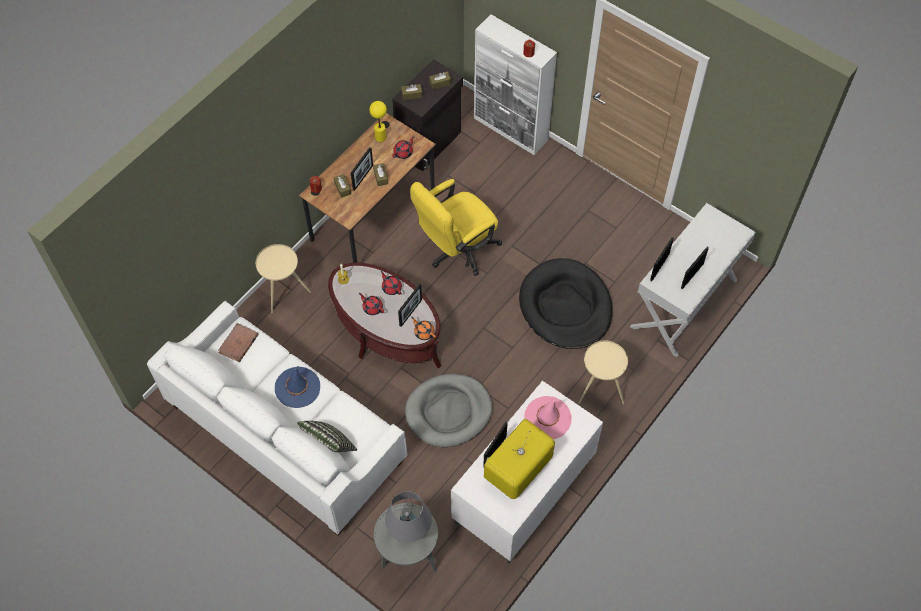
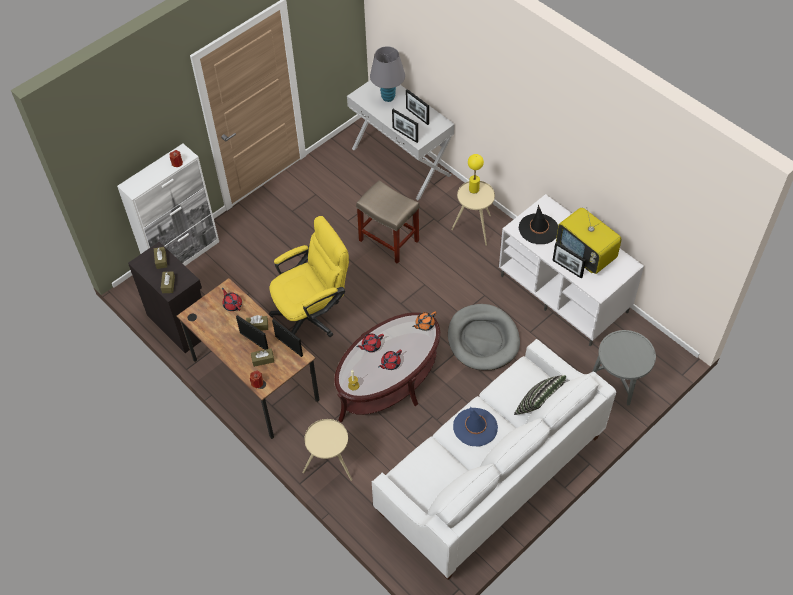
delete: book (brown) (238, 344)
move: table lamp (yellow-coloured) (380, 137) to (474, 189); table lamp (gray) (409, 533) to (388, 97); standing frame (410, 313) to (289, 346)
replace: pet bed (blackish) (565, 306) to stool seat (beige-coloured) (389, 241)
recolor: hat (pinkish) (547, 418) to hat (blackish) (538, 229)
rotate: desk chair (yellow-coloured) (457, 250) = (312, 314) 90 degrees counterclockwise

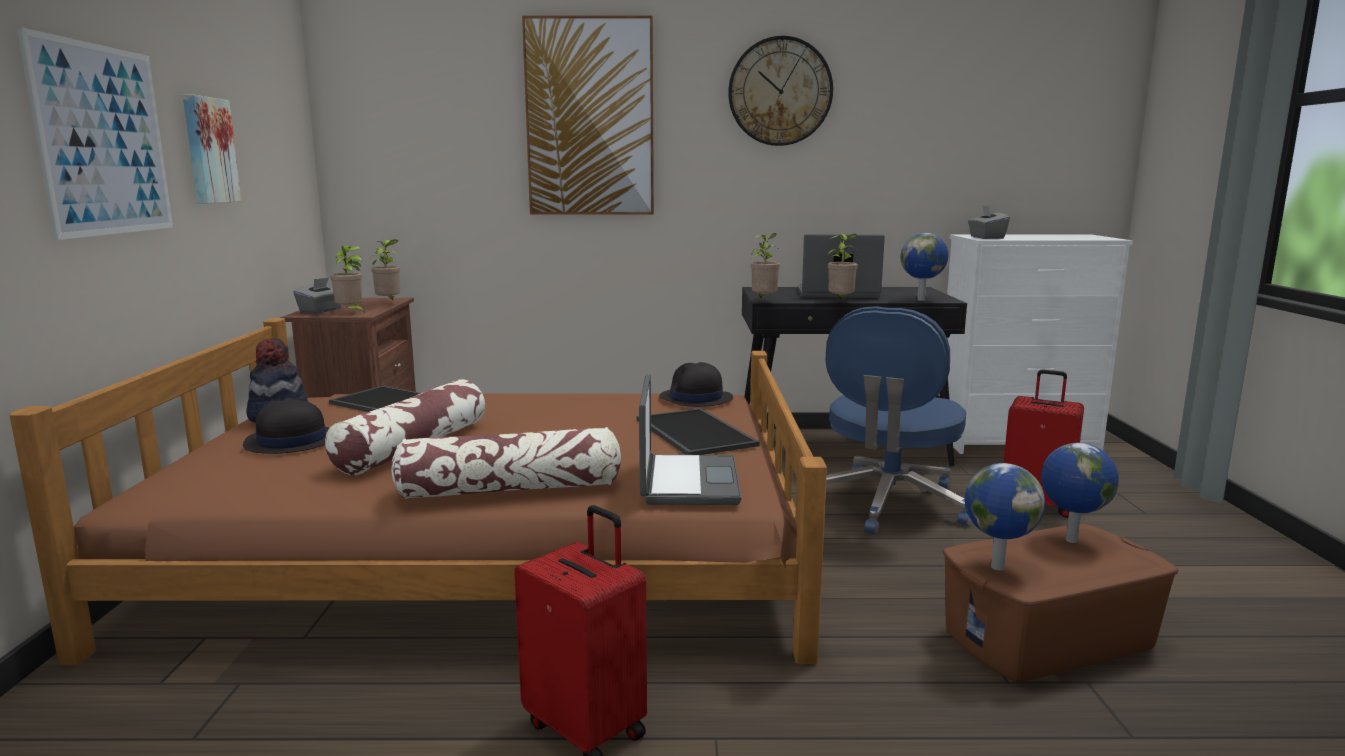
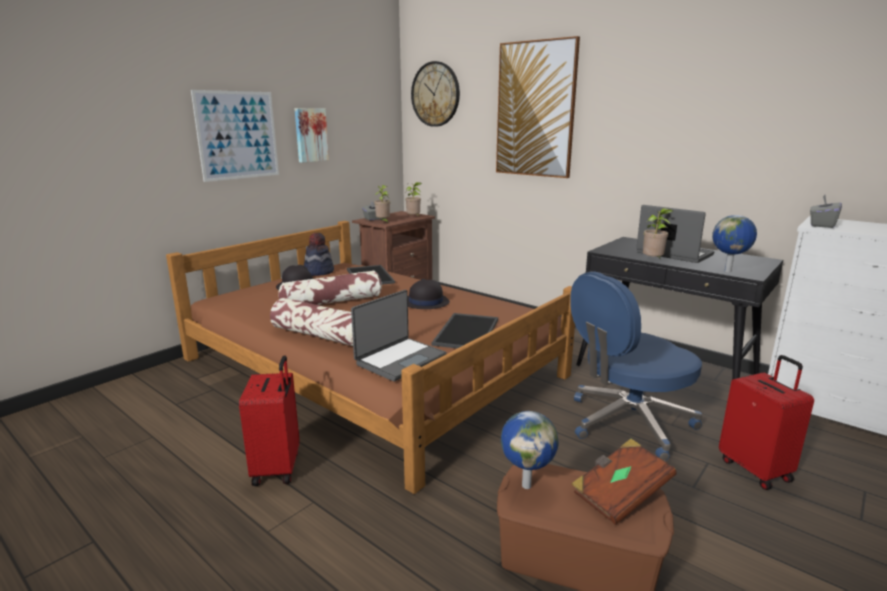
delete: plant in a pot (764, 301)
move: hat (blackish) (695, 399) to (425, 302); clock on the wall (780, 92) to (435, 94)
replace: desk globe (1070, 540) to book (brown) (619, 494)

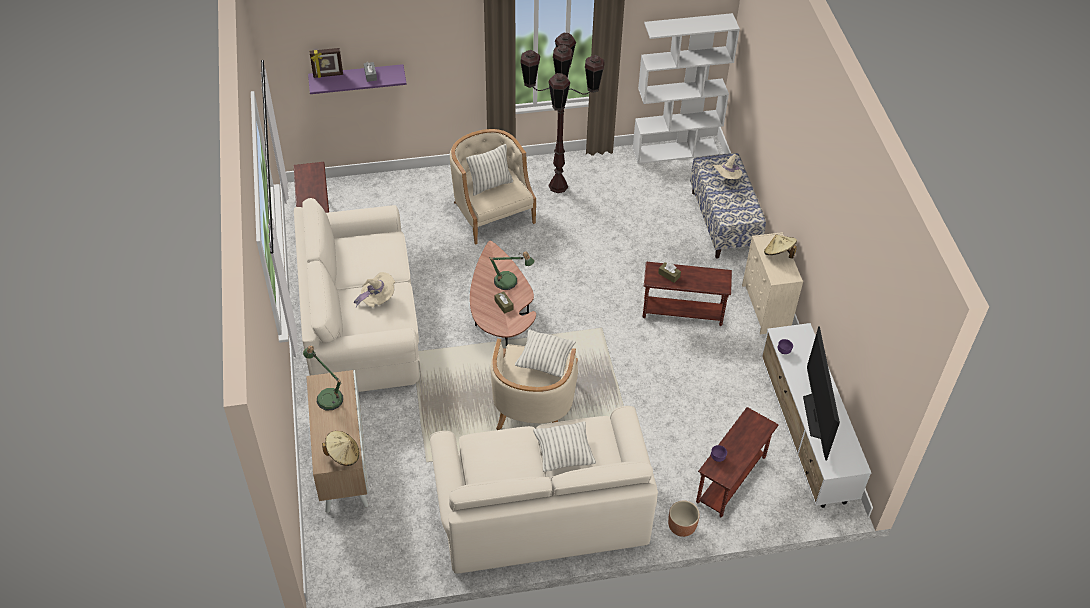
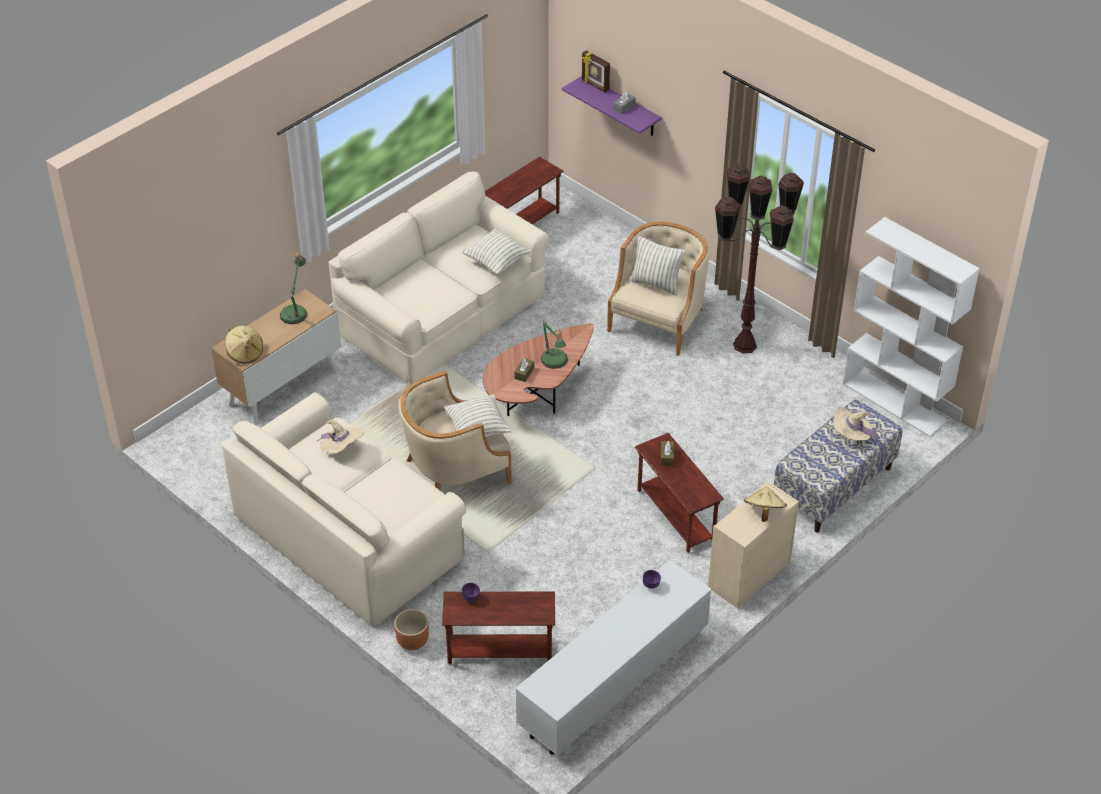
delete: television (817, 416)
move: hat (beige-coloured) (377, 298) to (341, 449); cushion (563, 454) to (496, 262)

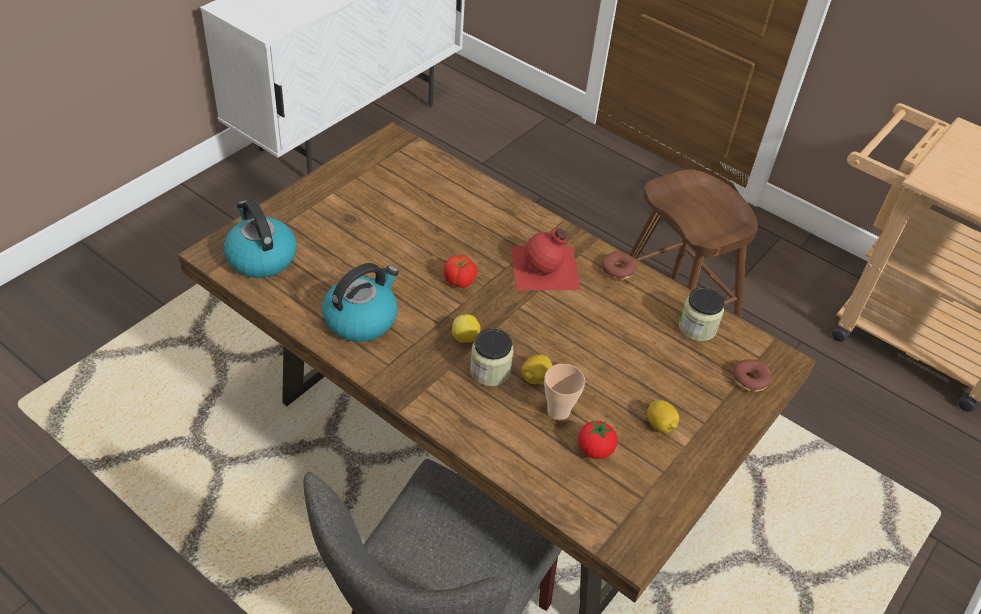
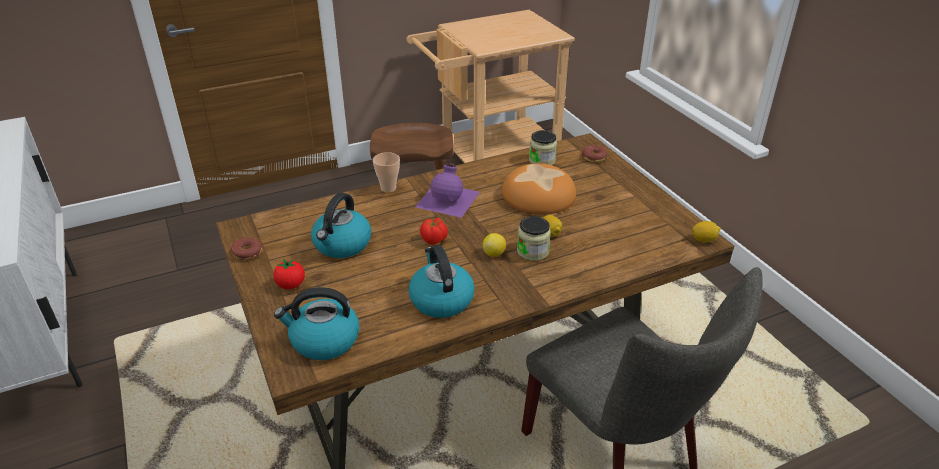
insert: tea kettle (342, 245); bread (539, 196)
move: drinking cup (558, 411) to (388, 188); tomato (595, 450) to (291, 285); doughnut (618, 270) to (247, 252); lemon (660, 425) to (703, 240)
recolor: beverage bottle (reddish) (546, 268) to beverage bottle (purple-coloured) (449, 199)

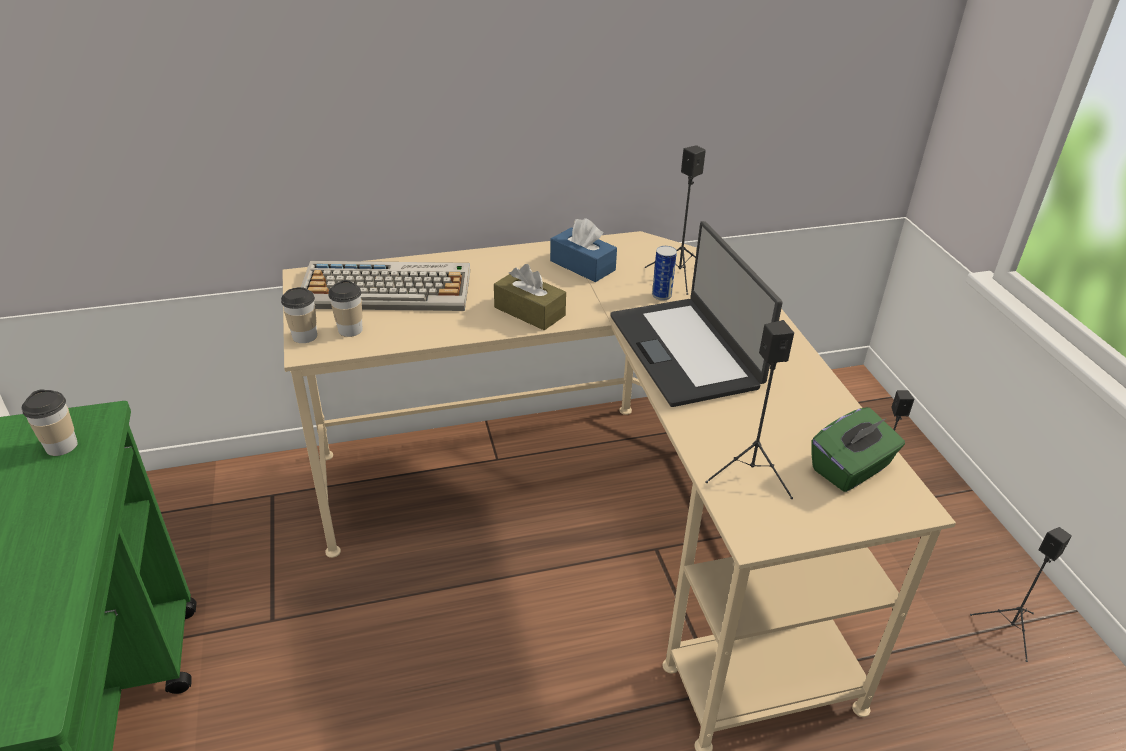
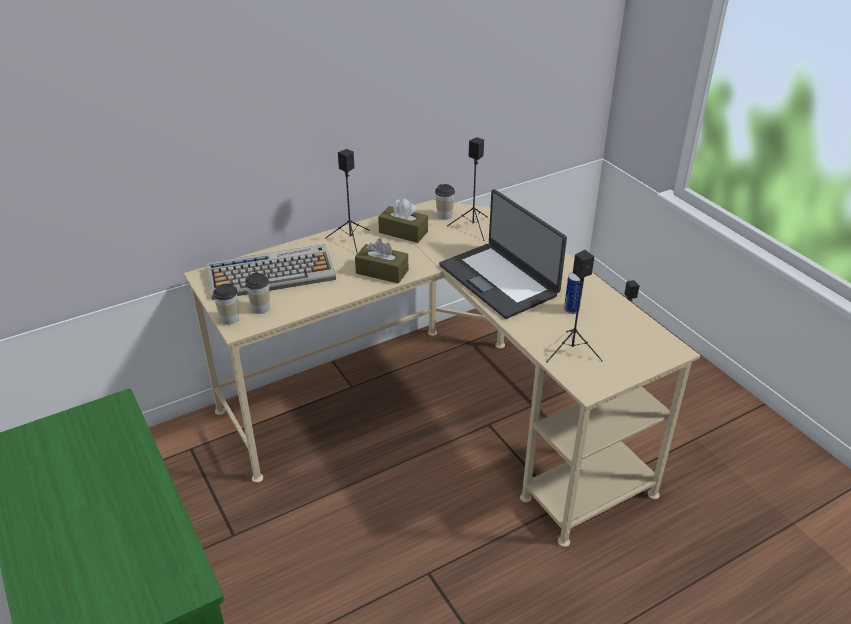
delete: box of tissues (green) (851, 469)
move: drinking cup (61, 446) to (444, 215); sealed can (661, 295) to (571, 309); audio speaker (blackish) (1010, 630) to (351, 241)
recolor: box of tissues (bluish) (582, 265) to box of tissues (brown) (403, 232)

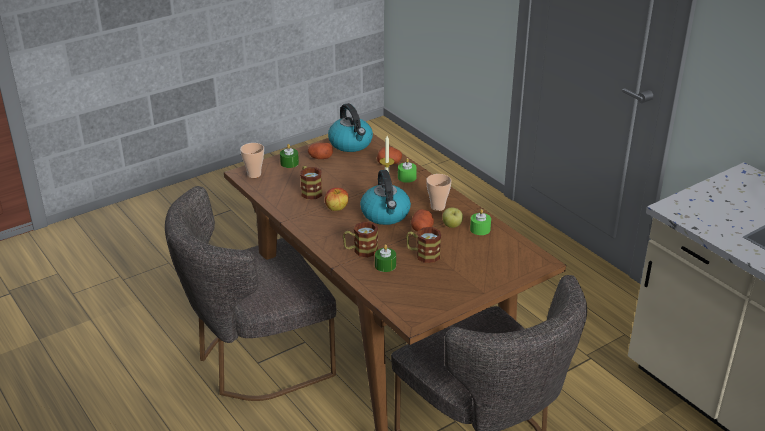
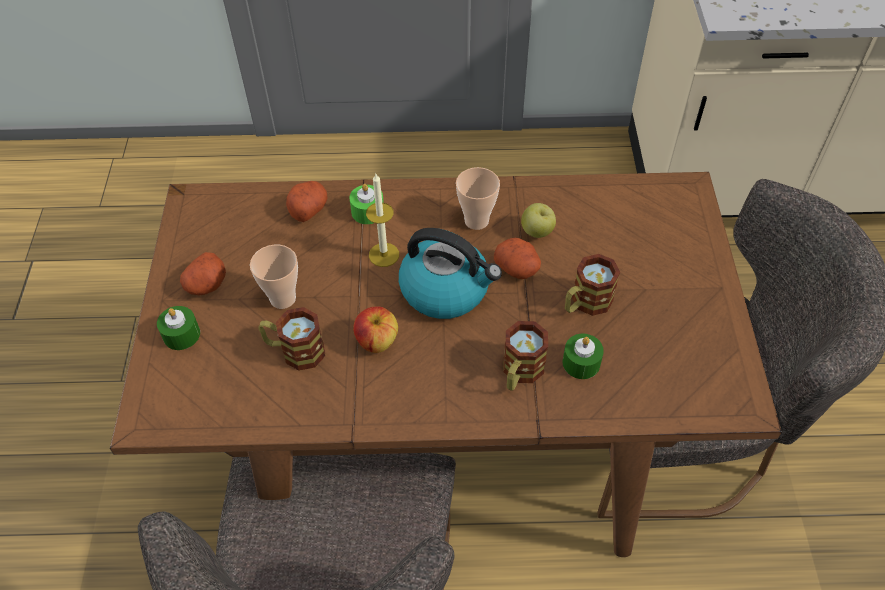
delete: tea kettle (351, 144); candle (green) (480, 229)
move: drinking cup (254, 174) to (283, 298)

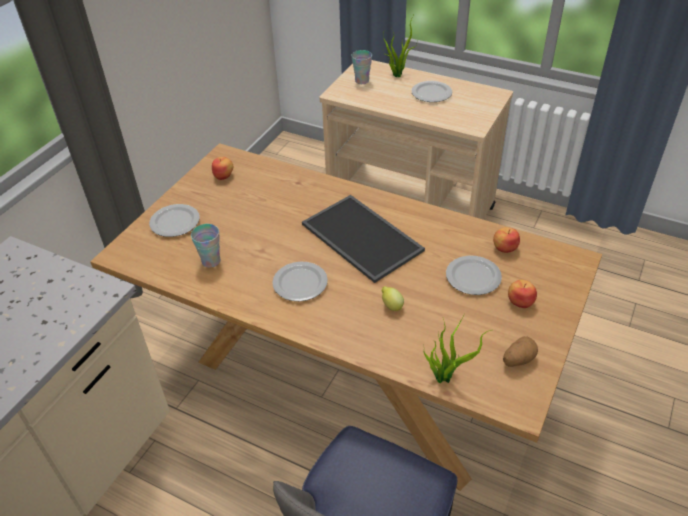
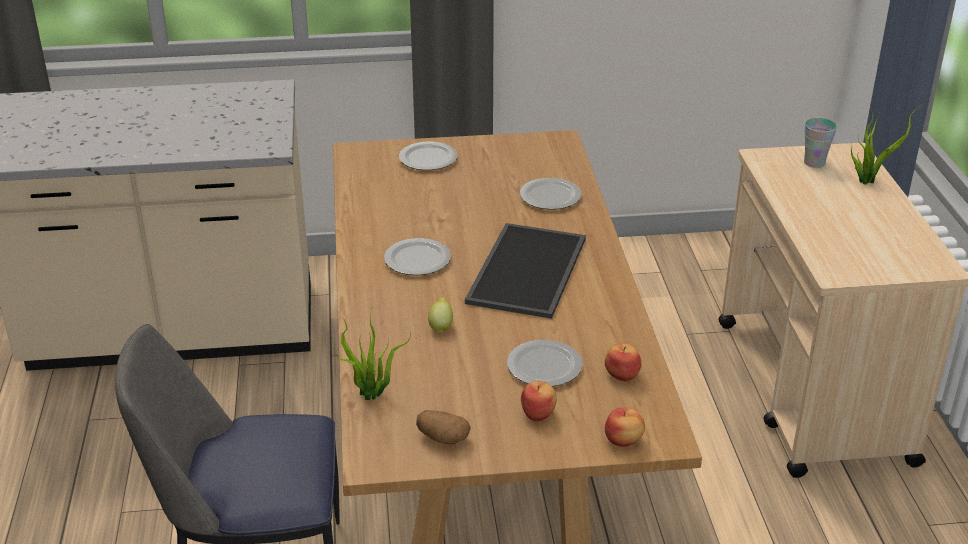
delete: drinking cup (211, 261)
move: whole apple (224, 176) to (623, 440); dinner plate (432, 93) to (550, 197)

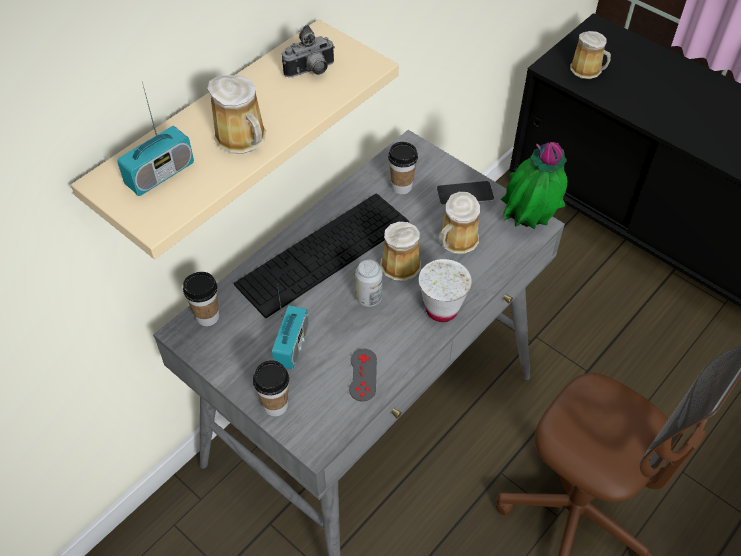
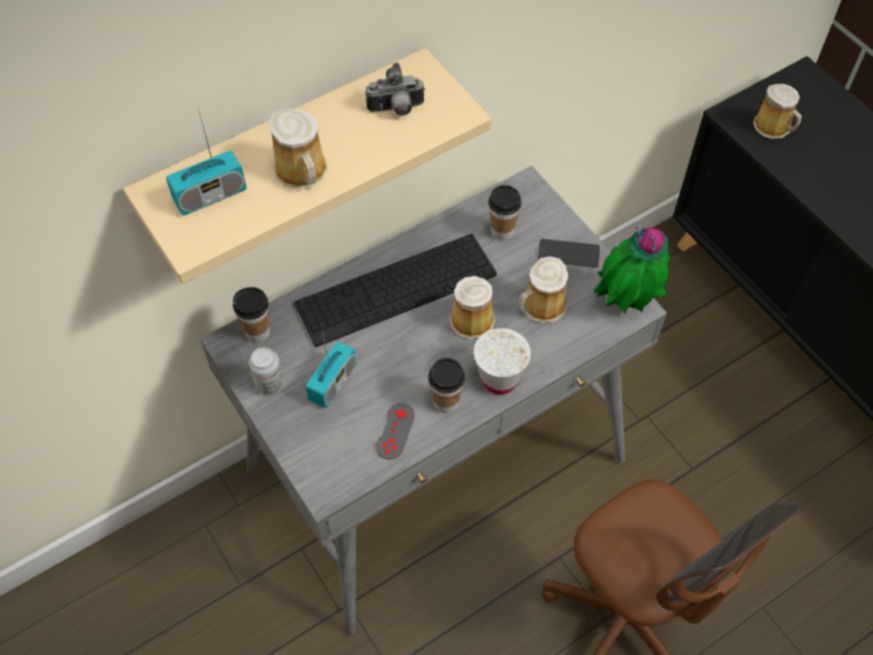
move: drinking cup (275, 405) to (446, 402); sealed can (369, 298) to (270, 384)

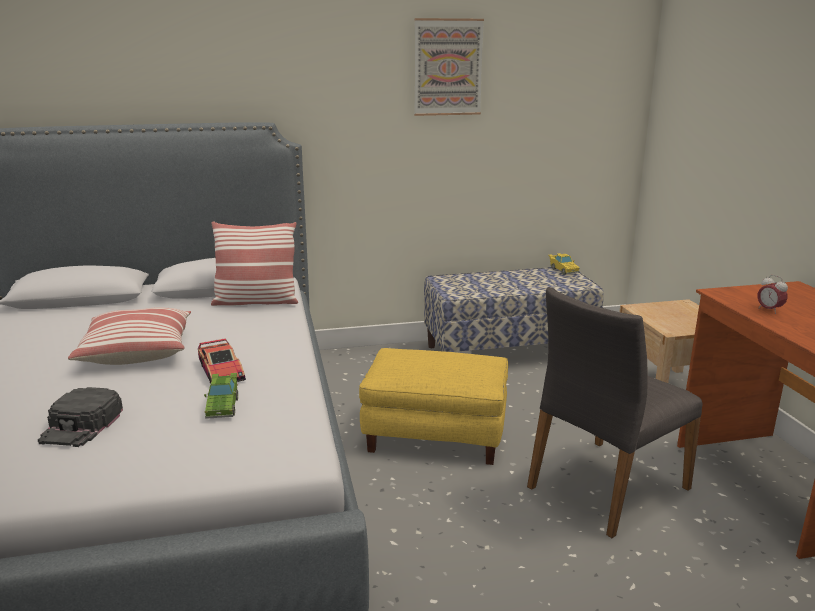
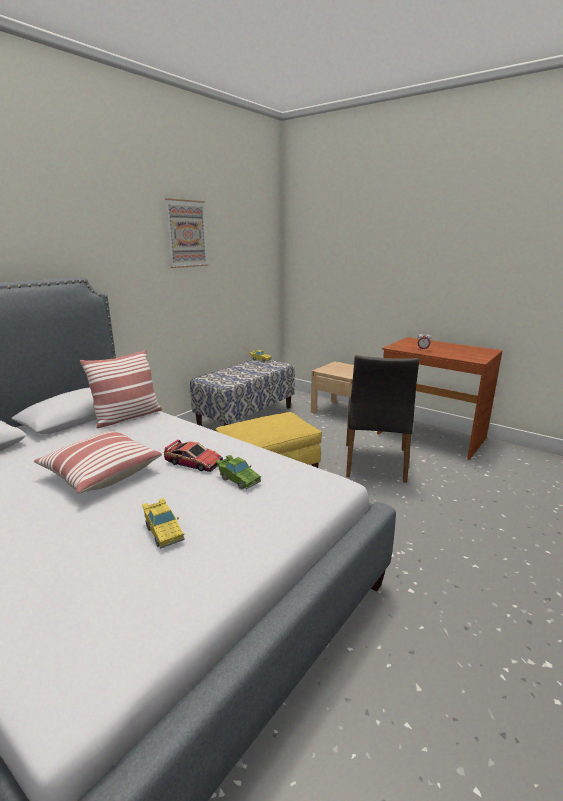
replace: peaked cap (blackish) (82, 425) to model car (yellow-coloured) (163, 531)

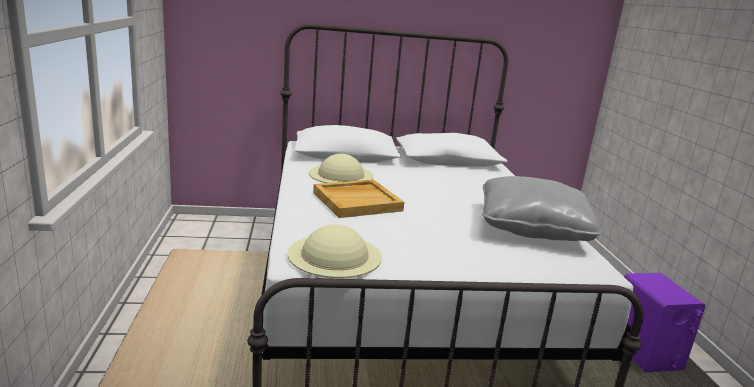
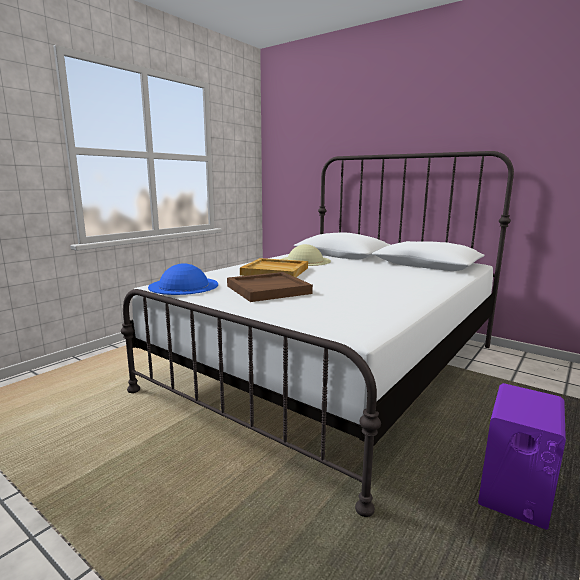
delete: cushion (gray) (532, 228)
insert: carrying tray (brown) (268, 289)
recolor: hat (beige-coloured) (335, 255) to hat (bluish) (184, 285)

